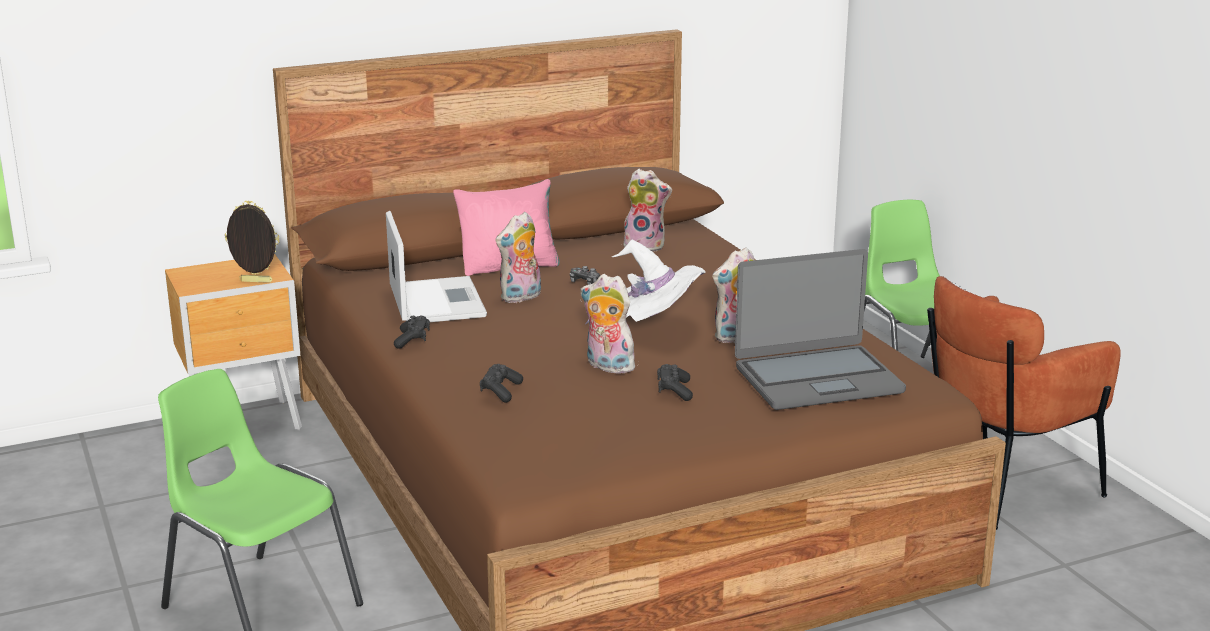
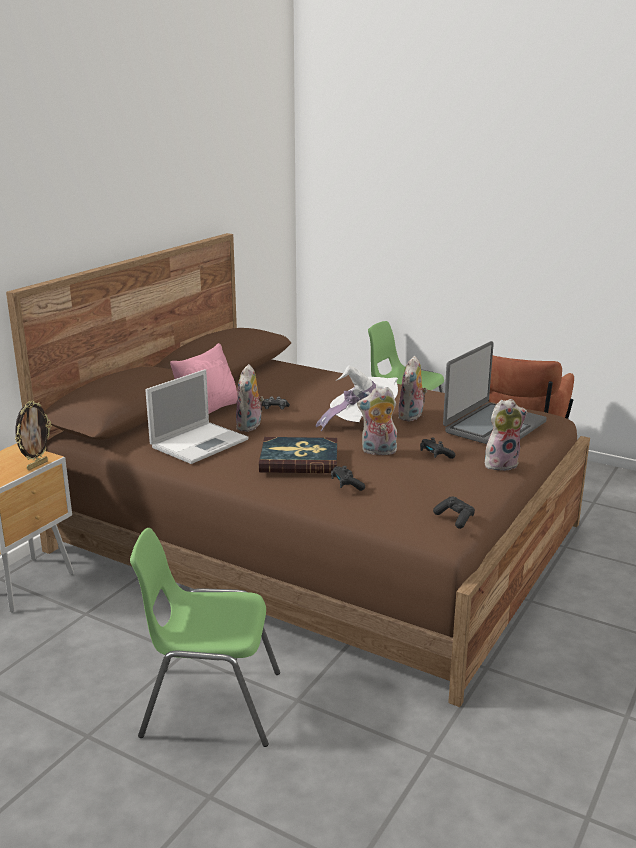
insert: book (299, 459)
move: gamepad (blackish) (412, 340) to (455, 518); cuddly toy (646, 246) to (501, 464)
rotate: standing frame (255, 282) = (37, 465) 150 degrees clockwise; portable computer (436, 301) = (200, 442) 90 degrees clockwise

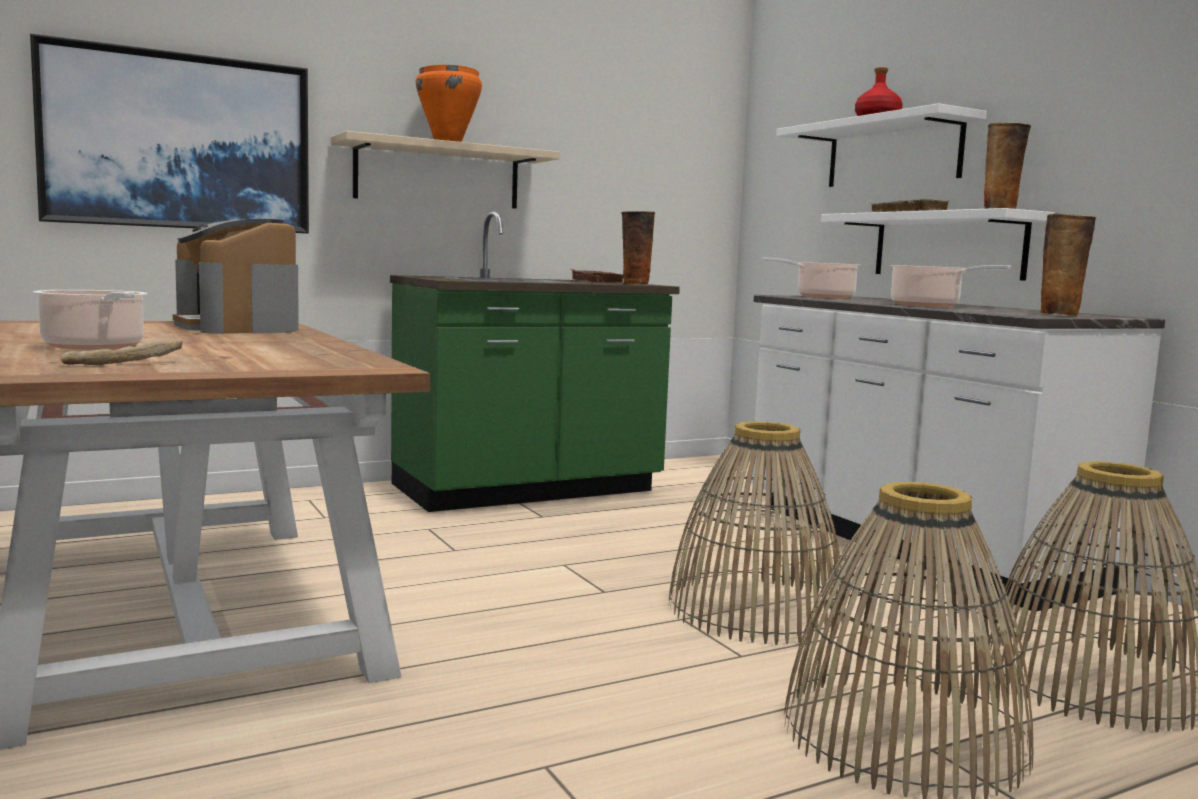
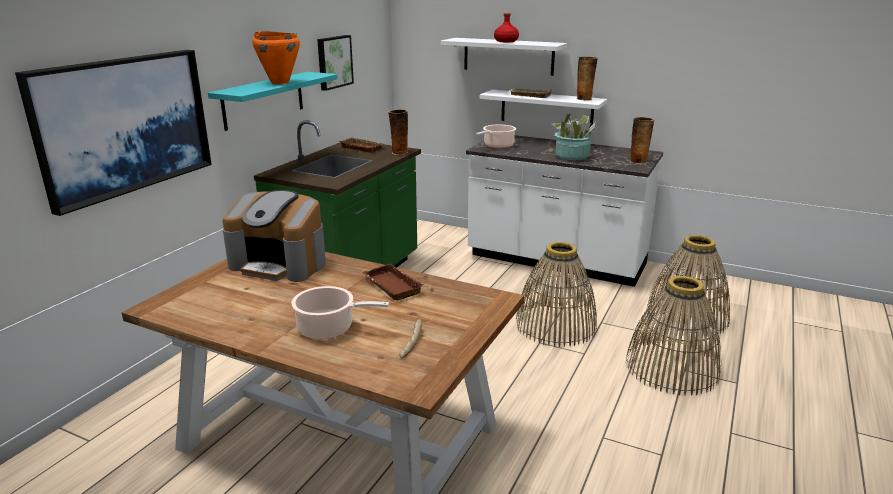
insert: wall art (333, 62); carrying tray (brown) (390, 286)
replace: cooking pot (929, 306) to plant in a pot (572, 156)
recolor: bracket shelf (beige-coloured) (438, 175) to bracket shelf (turquoise-coloured) (263, 100)

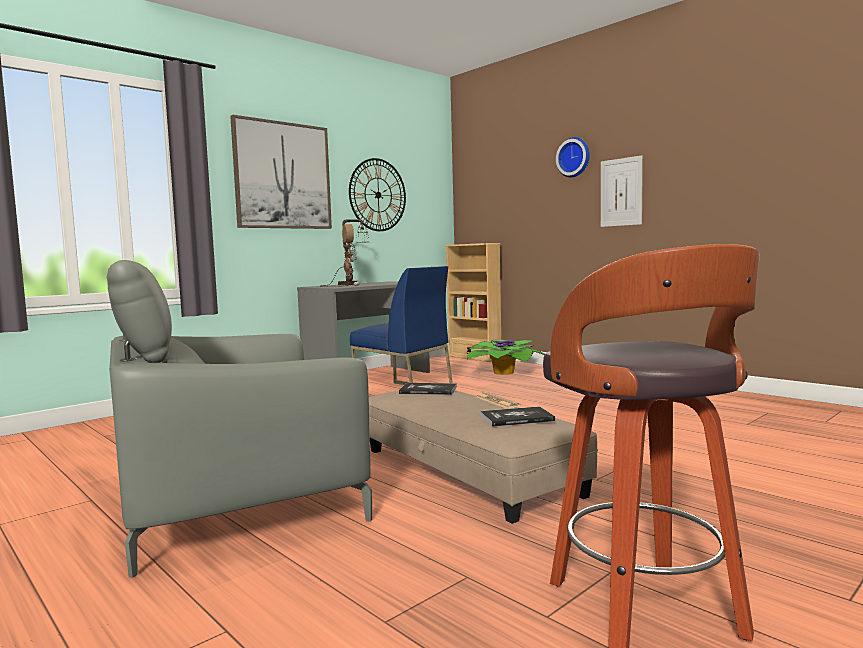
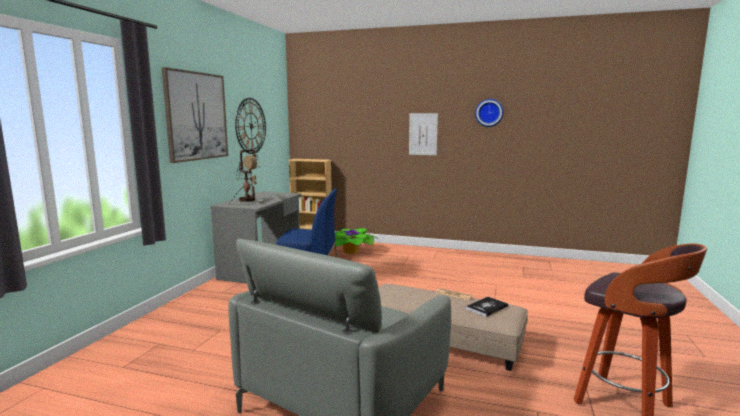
delete: book (428, 390)
move: clock on the wall (574, 157) to (489, 113)

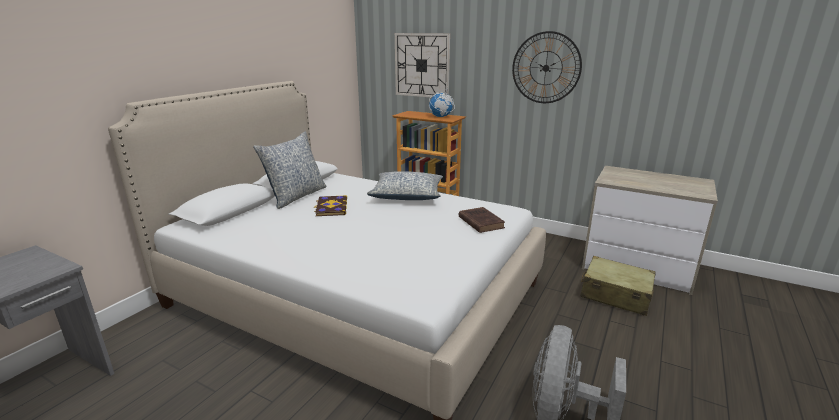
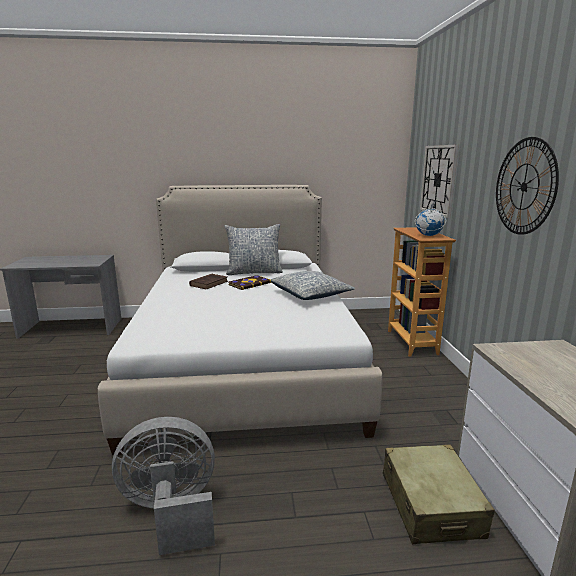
move: book (brown) (480, 222) to (209, 283)

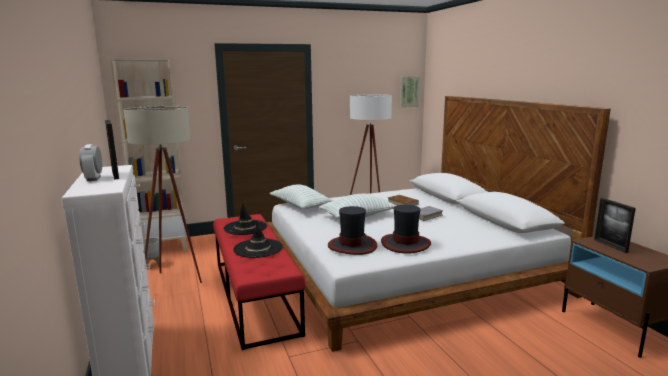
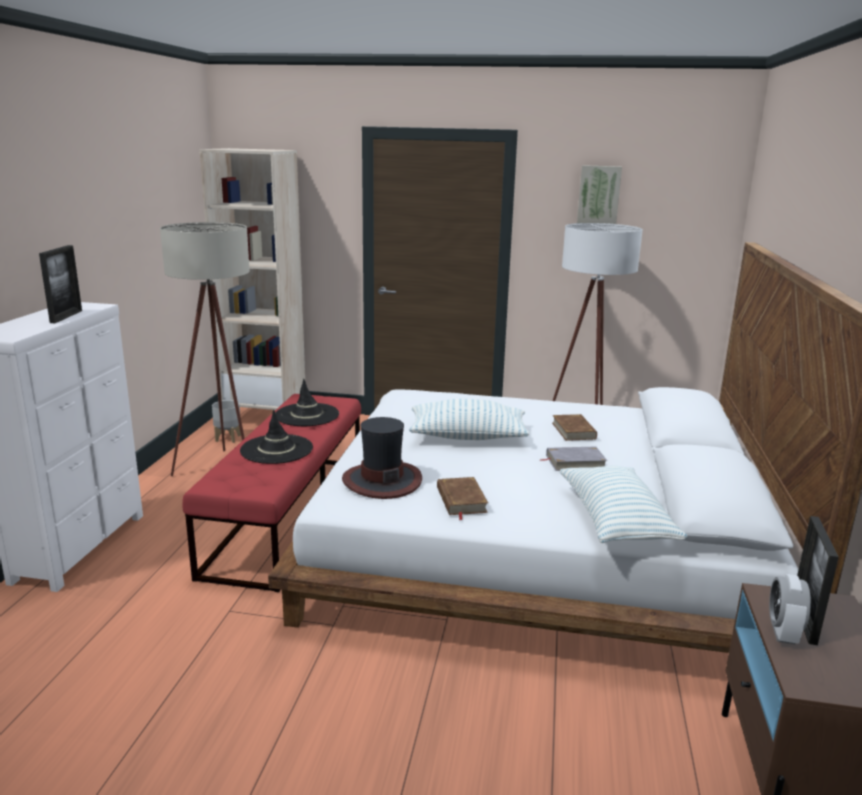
move: alarm clock (94, 179) to (783, 632); cushion (300, 206) to (615, 521); wall art (409, 91) to (598, 195)
replace: hat (405, 244) to book (brown) (461, 500)

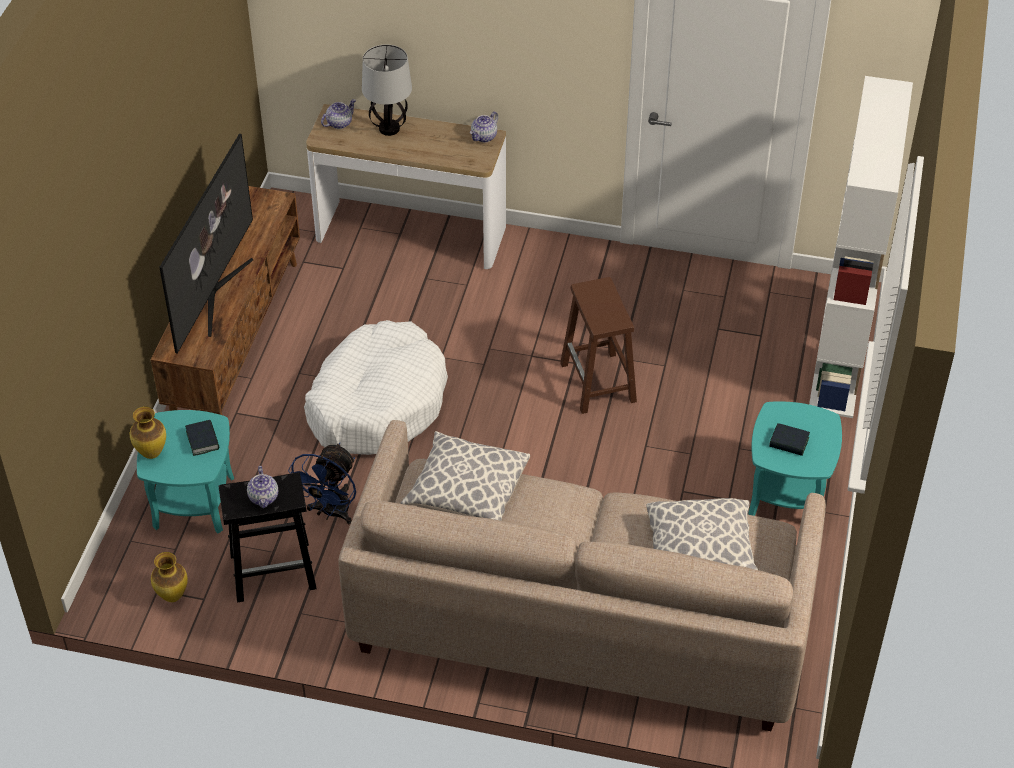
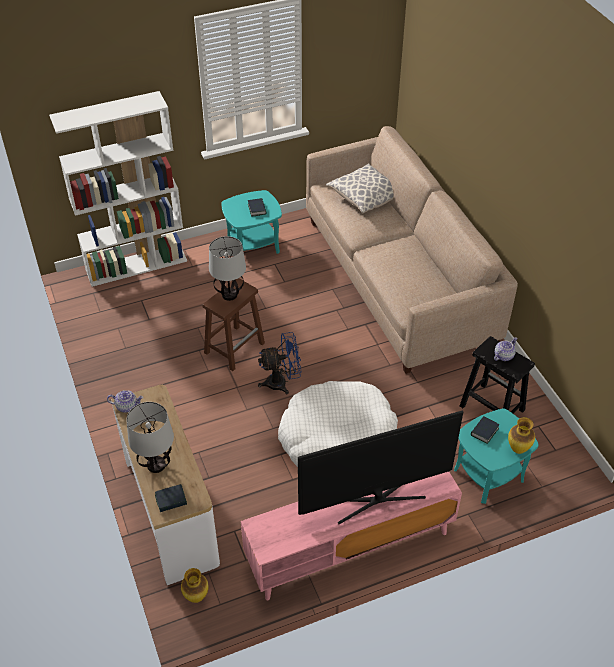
delete: cushion (466, 493)
insert: table lamp (229, 295)
move: vase (172, 596) to (196, 597); cooling fan (bluish) (330, 513) to (282, 382)
replace: teapot (339, 123) to book (171, 500)
recolor: tv stand (brown) (235, 338) to tv stand (pinkish) (349, 548)

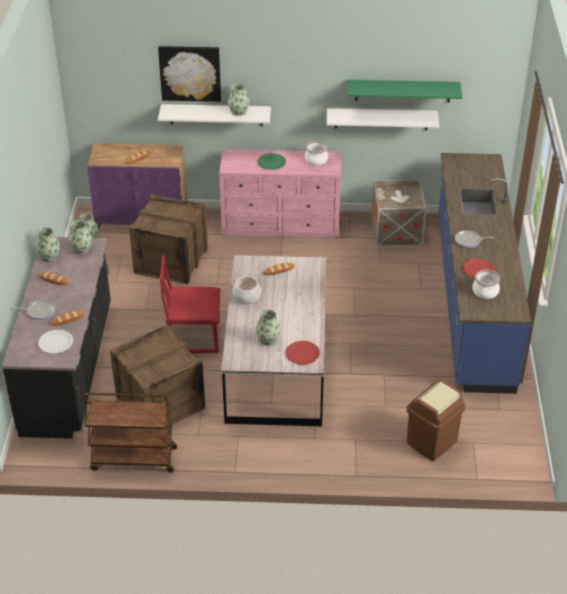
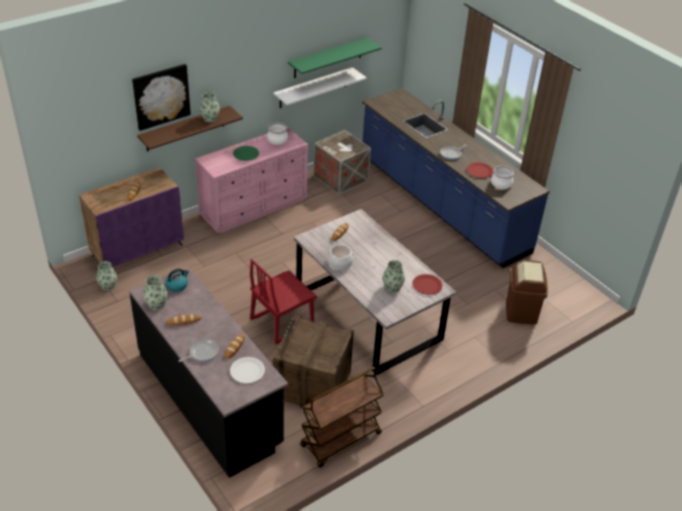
delete: shipping crate (170, 261)
replace: vase (81, 249) to tea kettle (177, 285)
recolor: bracket shelf (white) (216, 115) to bracket shelf (brown) (185, 129)

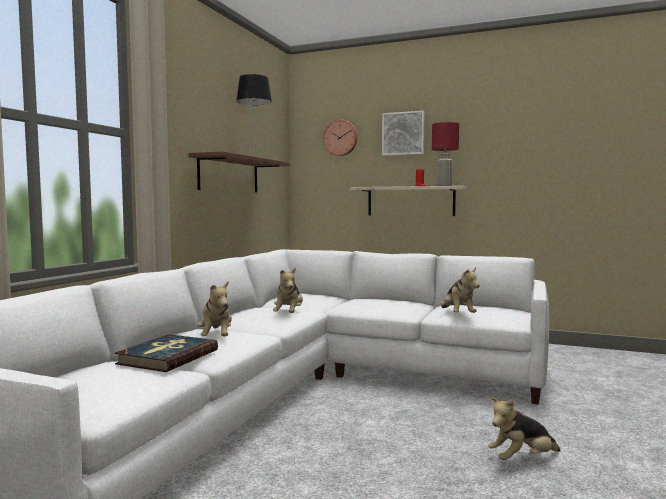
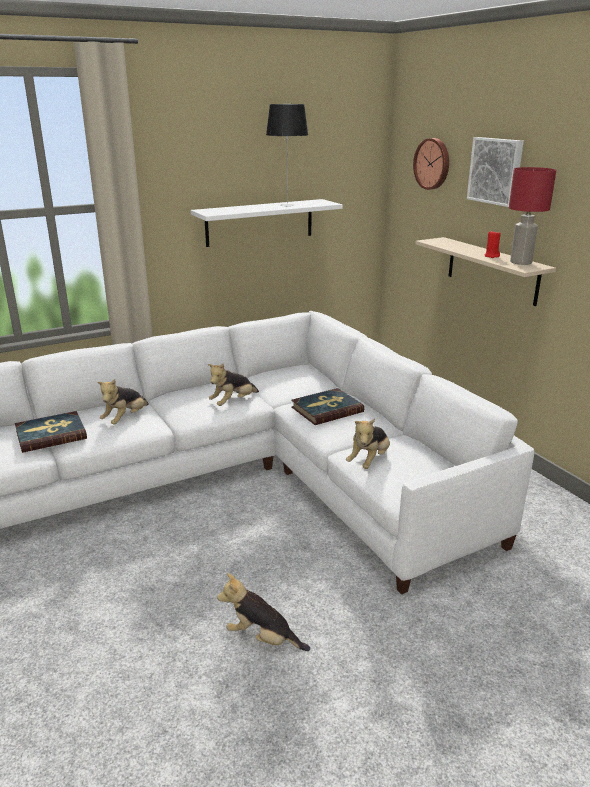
insert: book (326, 409)
recolor: bracket shelf (brown) (229, 175) to bracket shelf (white) (260, 222)

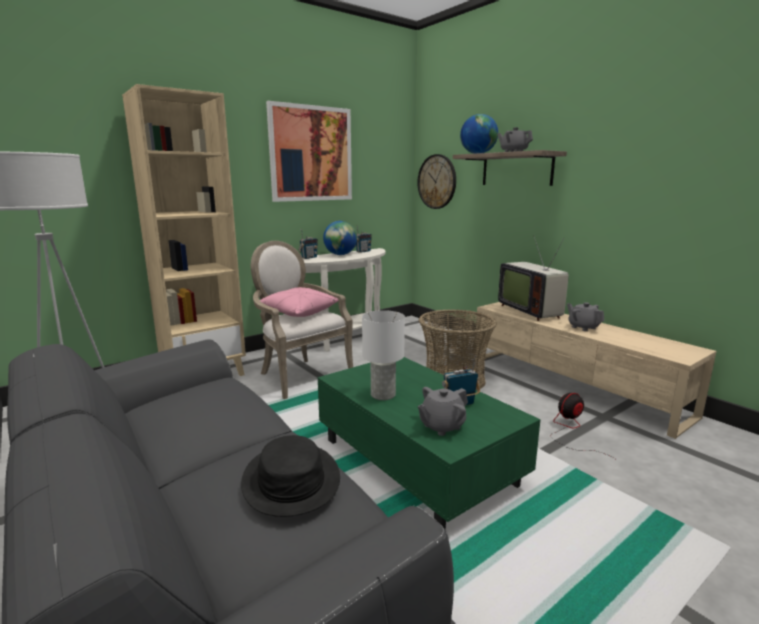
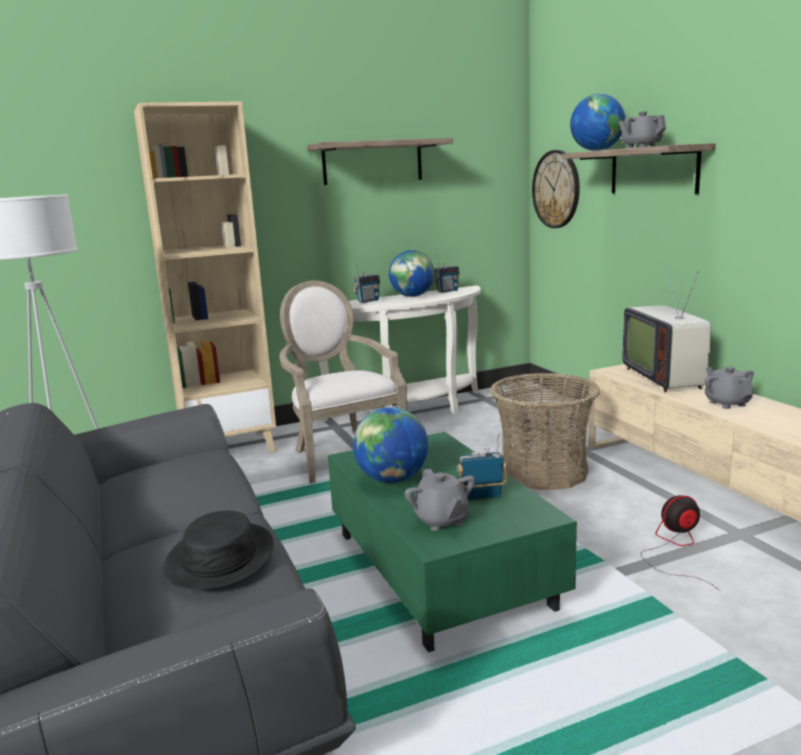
delete: cushion (pinkish) (297, 313)
replace: wall art (311, 154) to bracket shelf (372, 162); table lamp (white) (382, 395) to desk globe (392, 479)
rotate: teapot (gray) (441, 426) = (441, 520) 90 degrees counterclockwise

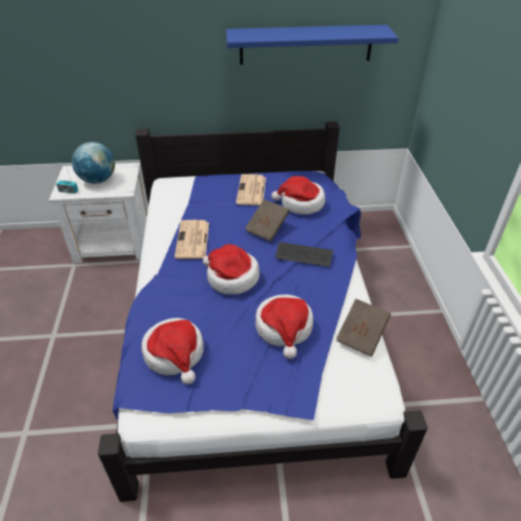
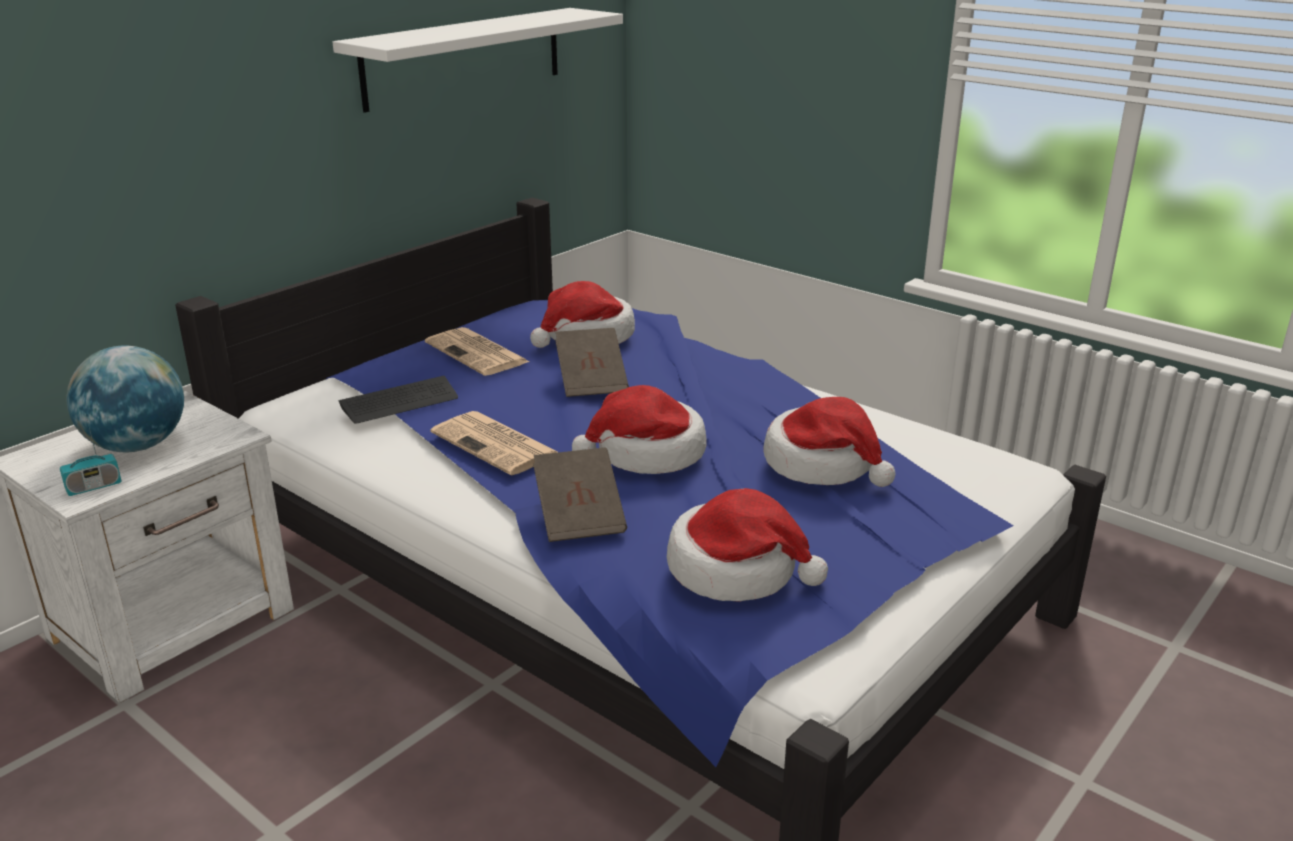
move: PC keyboard (304, 255) to (399, 402); book (brown) (361, 335) to (580, 516)
recolor: bracket shelf (bluish) (306, 44) to bracket shelf (white) (464, 57)

